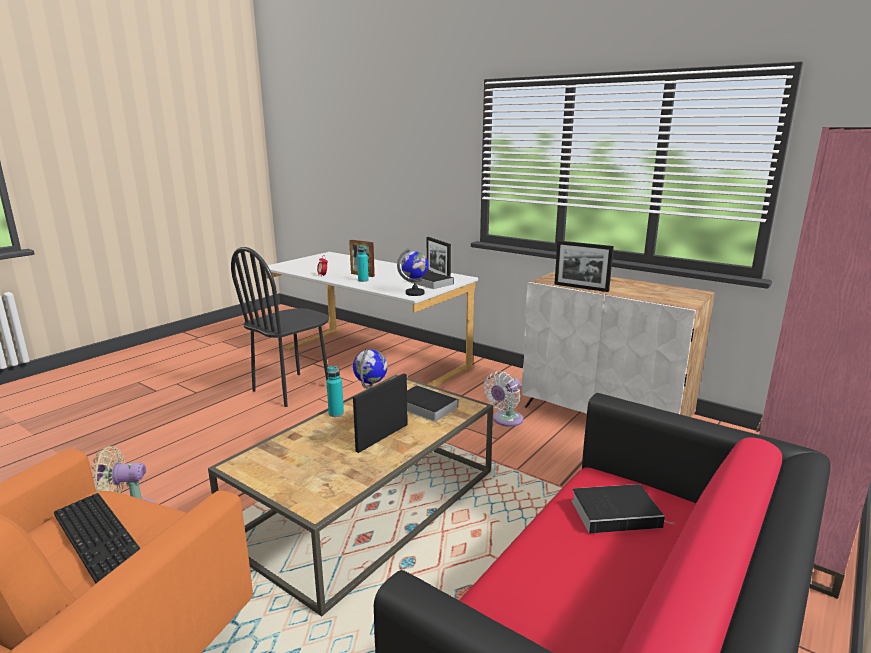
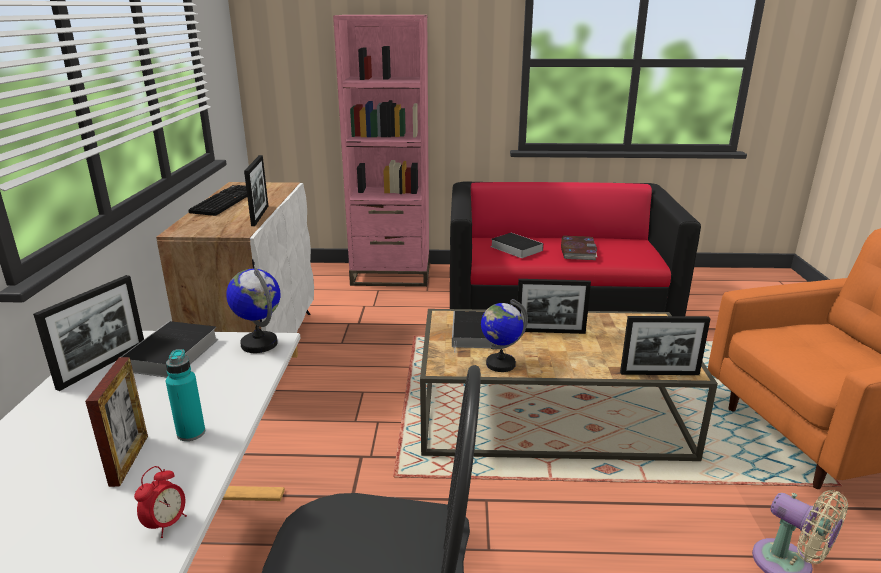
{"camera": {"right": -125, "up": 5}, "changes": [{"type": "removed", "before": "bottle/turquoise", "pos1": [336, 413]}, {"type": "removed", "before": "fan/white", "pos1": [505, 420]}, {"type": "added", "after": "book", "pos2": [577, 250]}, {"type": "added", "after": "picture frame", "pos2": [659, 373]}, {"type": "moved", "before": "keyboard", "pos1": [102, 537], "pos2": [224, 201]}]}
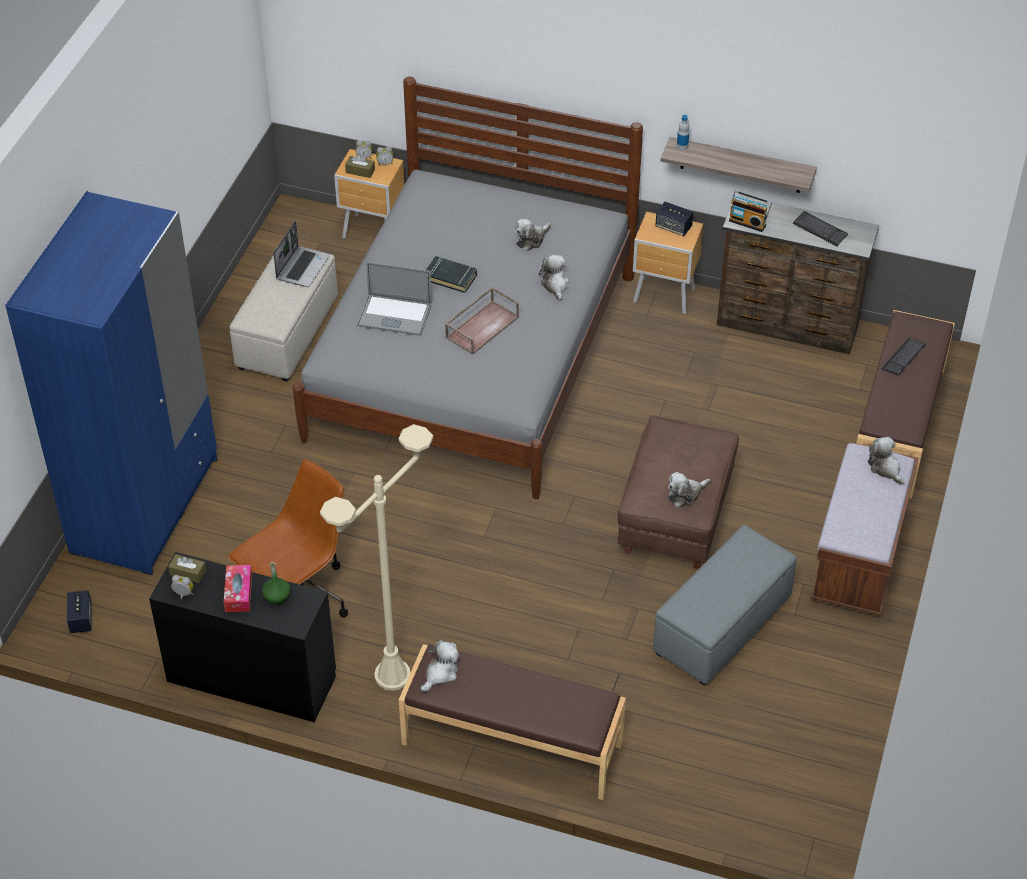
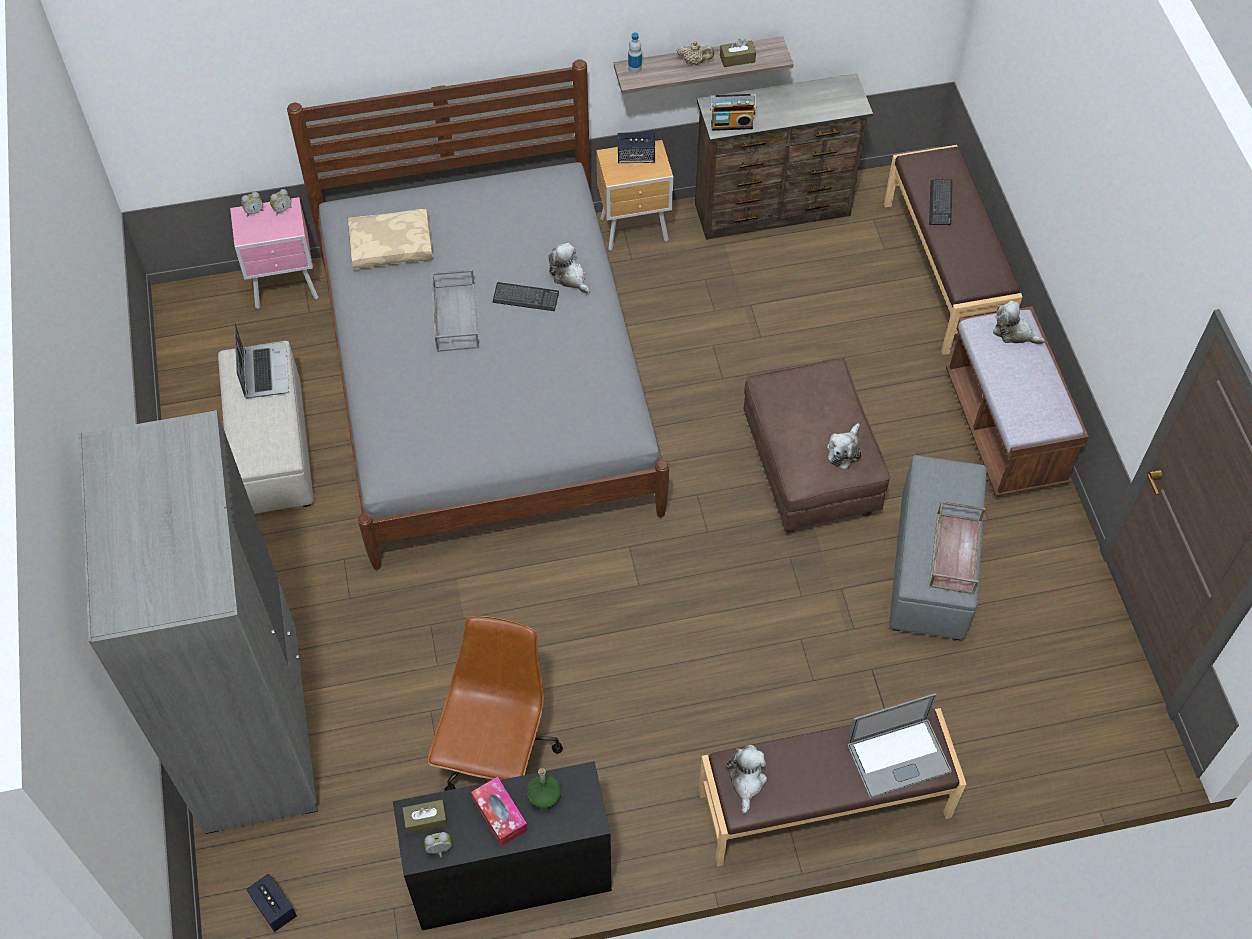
{"camera": {"right": -30, "up": 10}, "changes": [{"type": "removed", "before": "floor lamp/beige", "pos1": [392, 675]}, {"type": "removed", "before": "plush toy", "pos1": [531, 240]}, {"type": "added", "after": "pillow/beige", "pos2": [392, 245]}, {"type": "added", "after": "teapot/beige", "pos2": [694, 62]}, {"type": "moved", "before": "tissue box/brown", "pos1": [360, 171], "pos2": [737, 59]}, {"type": "moved", "before": "laptop", "pos1": [394, 315], "pos2": [898, 757]}, {"type": "moved", "before": "tray/brown", "pos1": [482, 326], "pos2": [954, 552]}, {"type": "moved", "before": "keyboard", "pos1": [820, 230], "pos2": [526, 298]}, {"type": "replaced", "before": "book/black", "after": "tray/grey", "pos1": [450, 277], "pos2": [454, 316]}, {"type": "recoloured", "before": "wardrobe/blue", "after": "wardrobe/grey", "pos1": [145, 505], "pos2": [253, 731]}, {"type": "recoloured", "before": "nightstand/brown", "after": "nightstand/pink", "pos1": [374, 233], "pos2": [286, 287]}]}
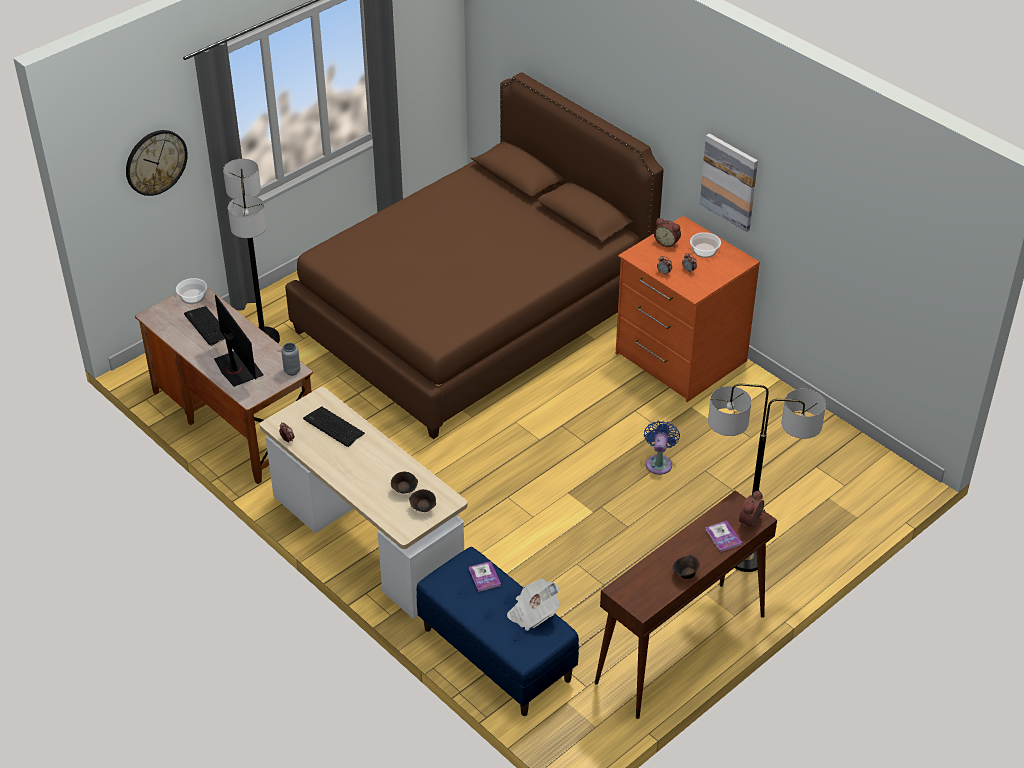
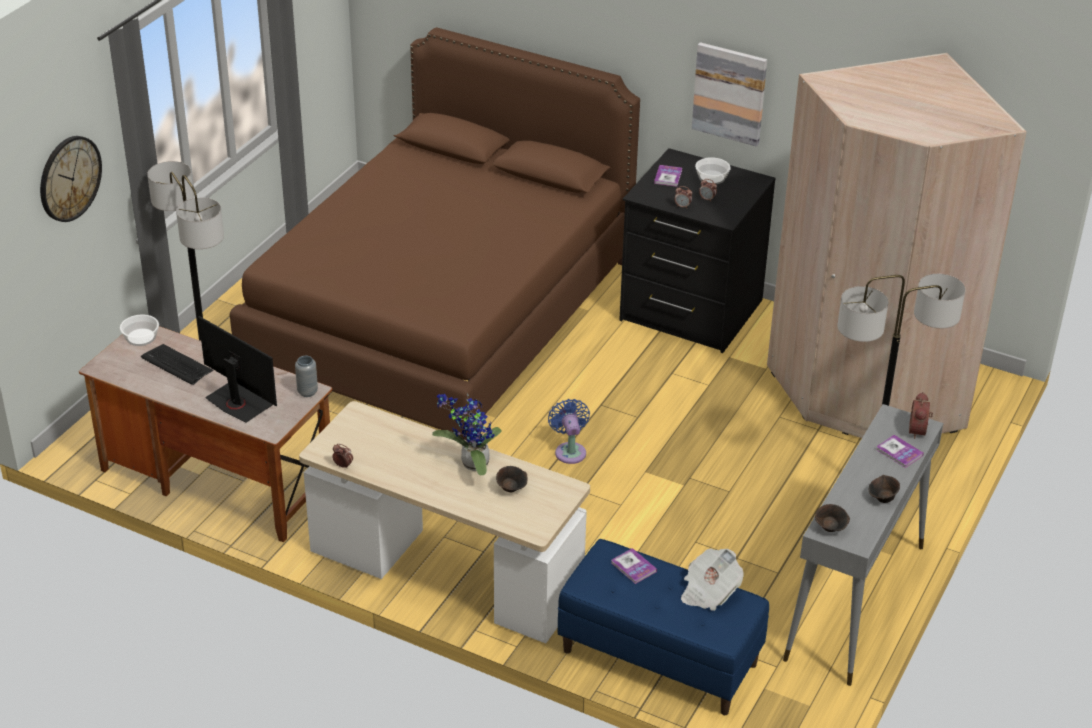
{"camera": {"right": -20, "up": -5}, "changes": [{"type": "removed", "before": "keyboard", "pos1": [333, 427]}, {"type": "added", "after": "potted plant", "pos2": [471, 464]}, {"type": "added", "after": "wardrobe/beige", "pos2": [867, 394]}, {"type": "moved", "before": "bowl/brown", "pos1": [423, 508], "pos2": [831, 528]}, {"type": "moved", "before": "fan/blue", "pos1": [659, 462], "pos2": [570, 451]}, {"type": "replaced", "before": "alarm clock", "after": "book", "pos1": [667, 242], "pos2": [668, 176]}, {"type": "recoloured", "before": "console table/brown", "after": "console table/grey", "pos1": [680, 649], "pos2": [855, 603]}, {"type": "recoloured", "before": "dresser/orange", "after": "dresser/black", "pos1": [679, 358], "pos2": [690, 311]}]}
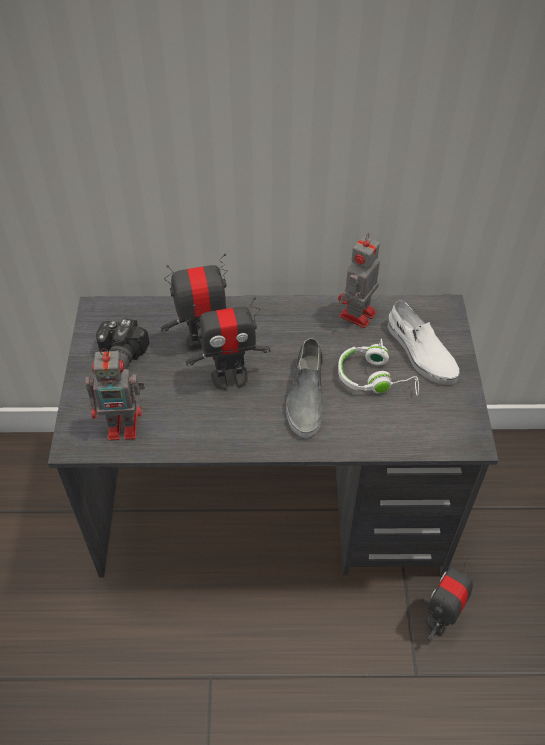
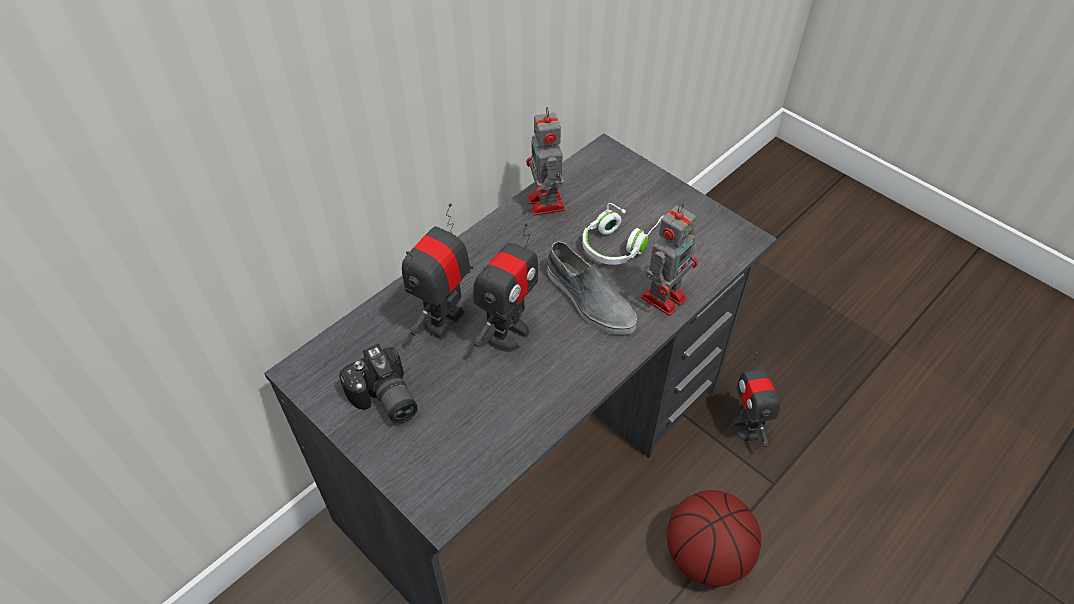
{"camera": {"right": -45, "up": 0}, "changes": [{"type": "removed", "before": "shoe/white", "pos1": [420, 352]}, {"type": "added", "after": "basketball", "pos2": [707, 555]}, {"type": "moved", "before": "toy robot", "pos1": [125, 426], "pos2": [665, 296]}]}
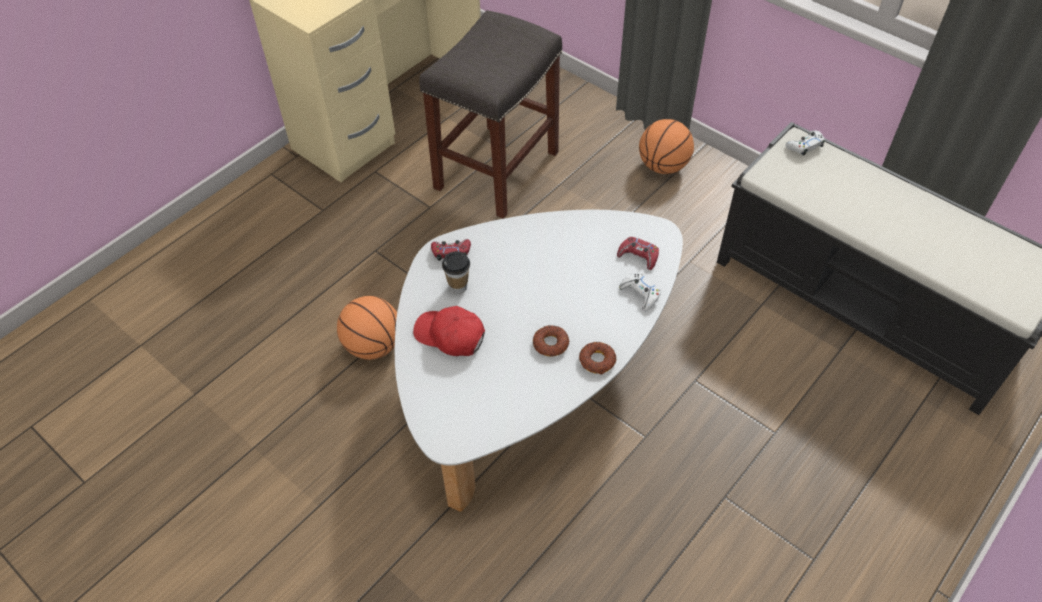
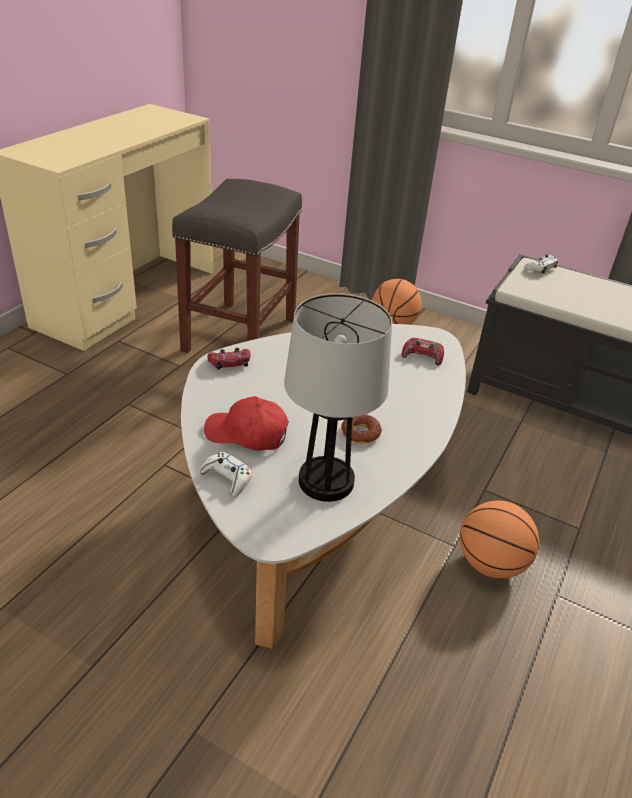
{"camera": {"right": -15, "up": -15}, "changes": [{"type": "removed", "before": "cup", "pos1": [458, 287]}, {"type": "removed", "before": "donut", "pos1": [597, 360]}, {"type": "added", "after": "table lamp", "pos2": [327, 481]}, {"type": "moved", "before": "basketball", "pos1": [373, 346], "pos2": [490, 564]}, {"type": "moved", "before": "game controller/white", "pos1": [640, 294], "pos2": [227, 478]}]}
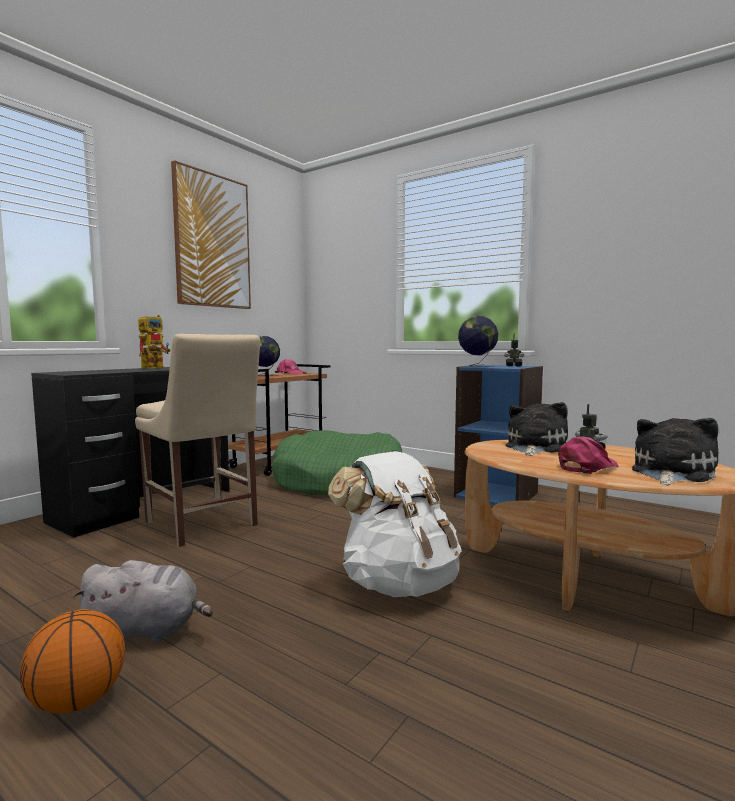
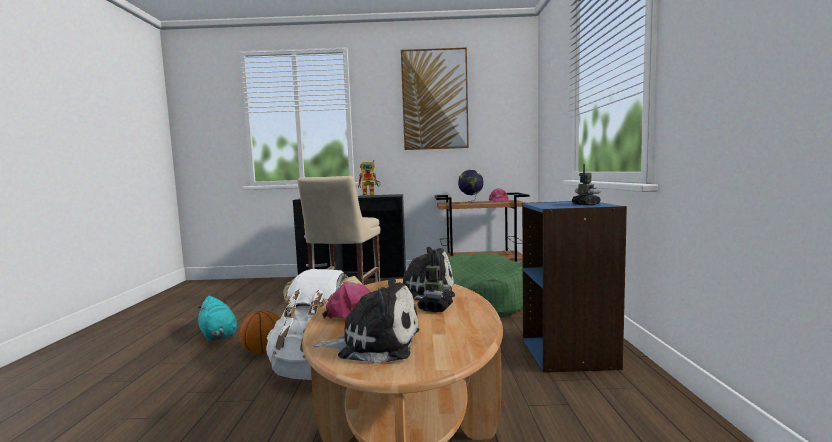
{"camera": {"right": 55, "up": 0}, "changes": [{"type": "removed", "before": "globe", "pos1": [477, 366]}, {"type": "moved", "before": "basketball", "pos1": [77, 701], "pos2": [263, 352]}, {"type": "recoloured", "before": "plush toy/grey", "after": "plush toy/turquoise", "pos1": [146, 631], "pos2": [218, 336]}]}
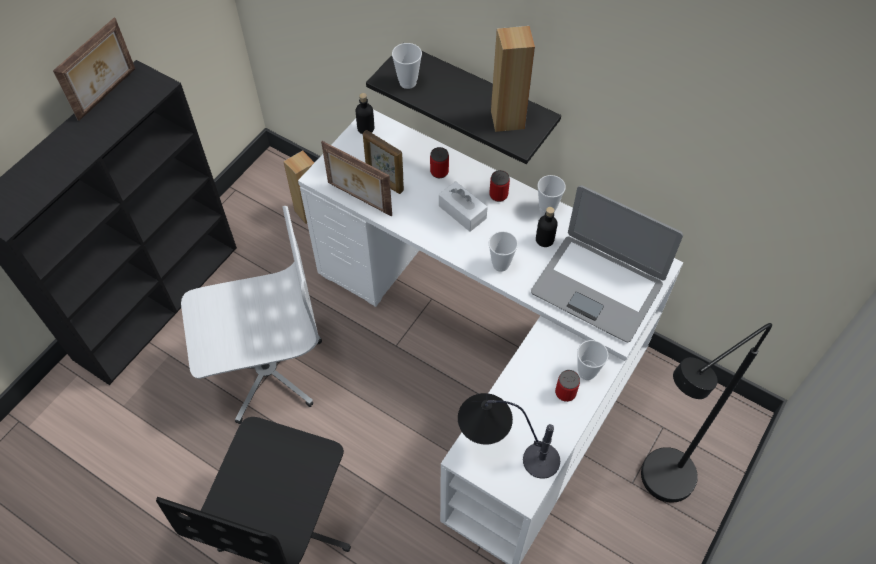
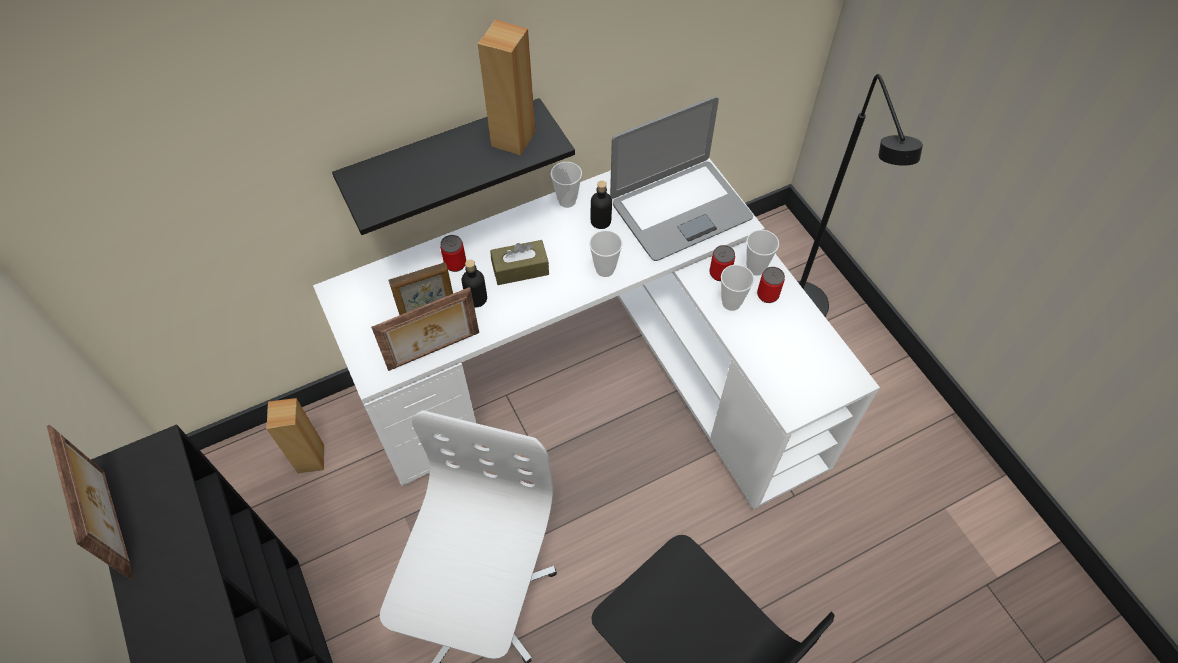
{"camera": {"right": -60, "up": 0}, "changes": [{"type": "removed", "before": "table lamp", "pos1": [503, 451]}, {"type": "moved", "before": "bottle/black", "pos1": [366, 128], "pos2": [476, 298]}, {"type": "moved", "before": "cup", "pos1": [408, 82], "pos2": [731, 303]}, {"type": "moved", "before": "can", "pos1": [498, 195], "pos2": [720, 273]}, {"type": "recoloured", "before": "tissue box/white", "after": "tissue box/brown", "pos1": [462, 212], "pos2": [520, 269]}]}
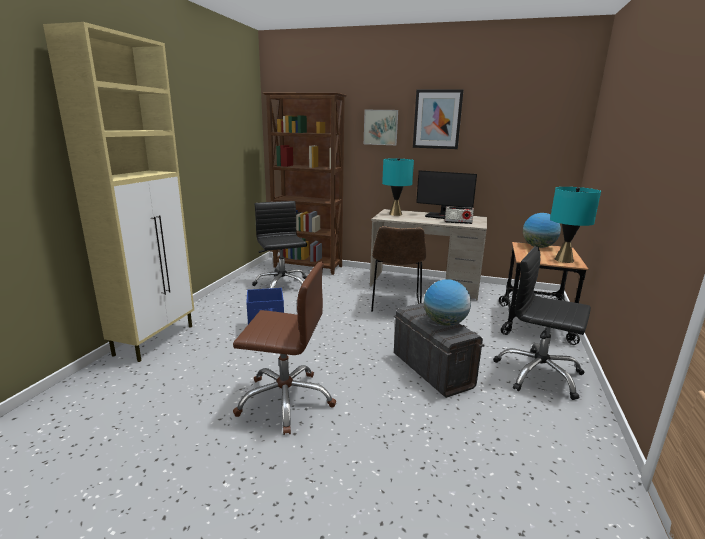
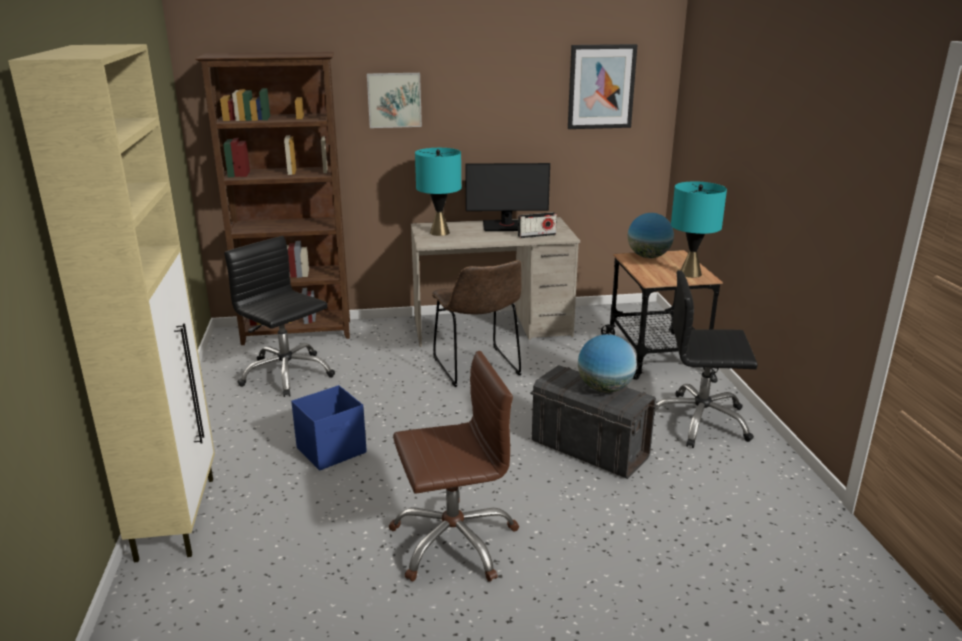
{"camera": {"right": -25, "up": 5}, "changes": [{"type": "moved", "before": "picture", "pos1": [437, 119], "pos2": [601, 87]}]}
